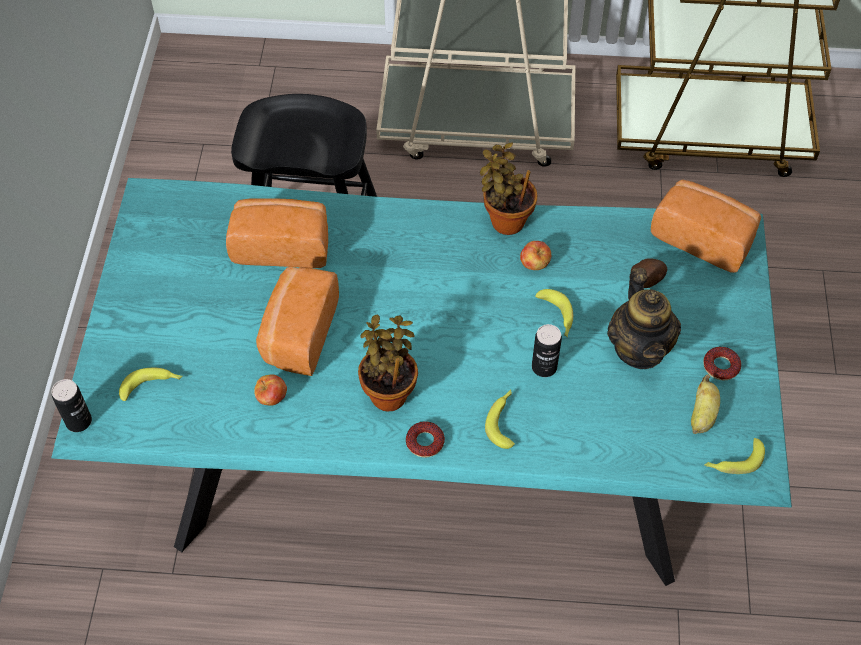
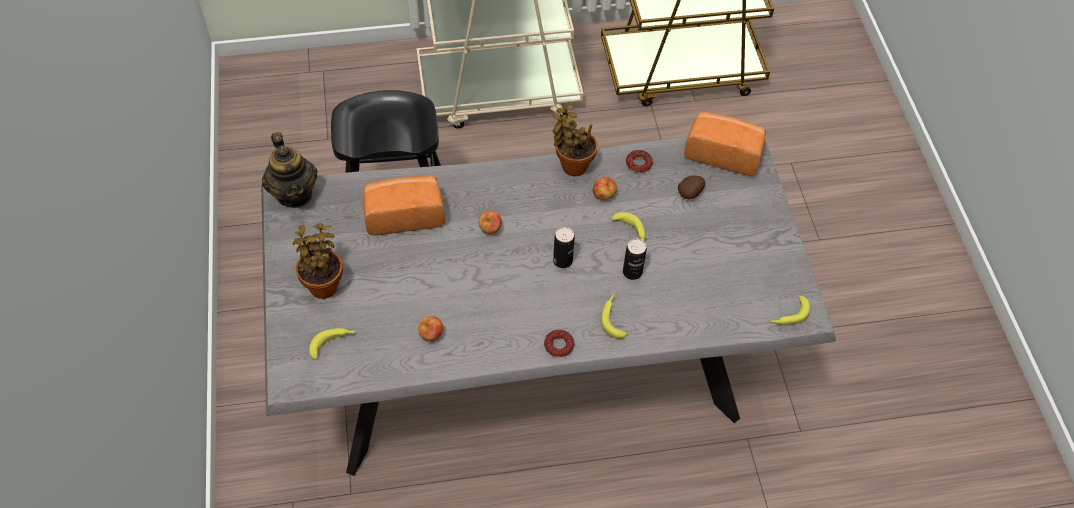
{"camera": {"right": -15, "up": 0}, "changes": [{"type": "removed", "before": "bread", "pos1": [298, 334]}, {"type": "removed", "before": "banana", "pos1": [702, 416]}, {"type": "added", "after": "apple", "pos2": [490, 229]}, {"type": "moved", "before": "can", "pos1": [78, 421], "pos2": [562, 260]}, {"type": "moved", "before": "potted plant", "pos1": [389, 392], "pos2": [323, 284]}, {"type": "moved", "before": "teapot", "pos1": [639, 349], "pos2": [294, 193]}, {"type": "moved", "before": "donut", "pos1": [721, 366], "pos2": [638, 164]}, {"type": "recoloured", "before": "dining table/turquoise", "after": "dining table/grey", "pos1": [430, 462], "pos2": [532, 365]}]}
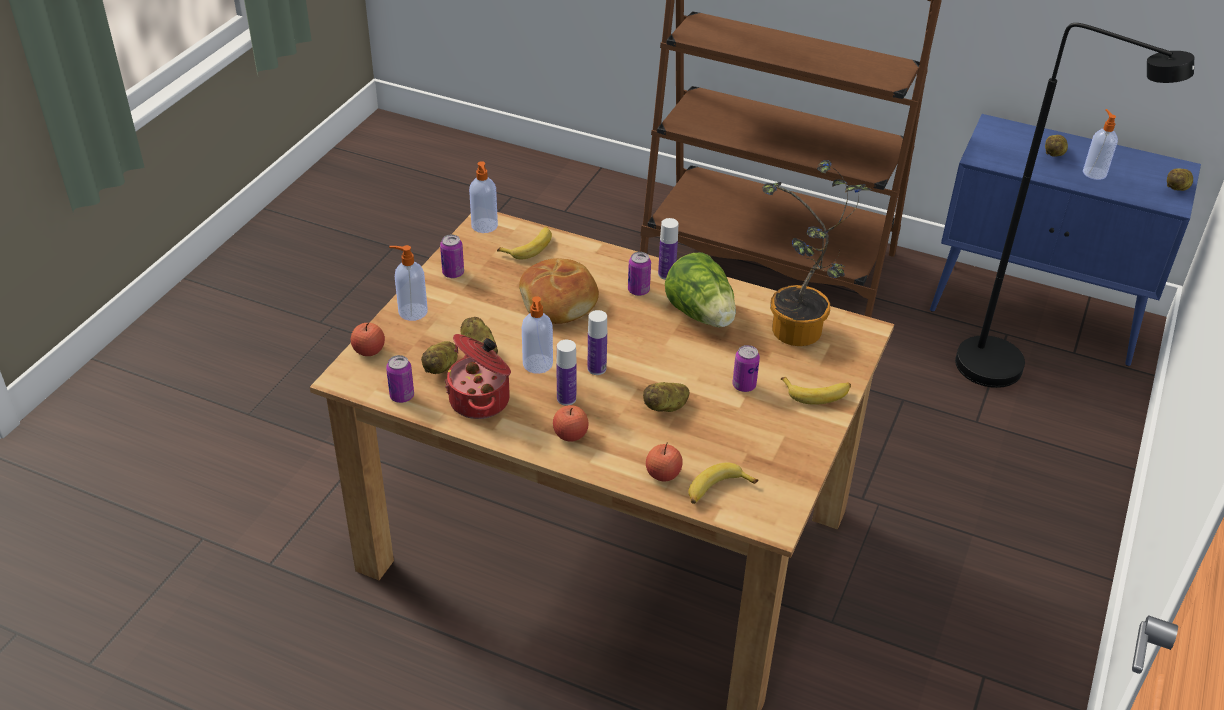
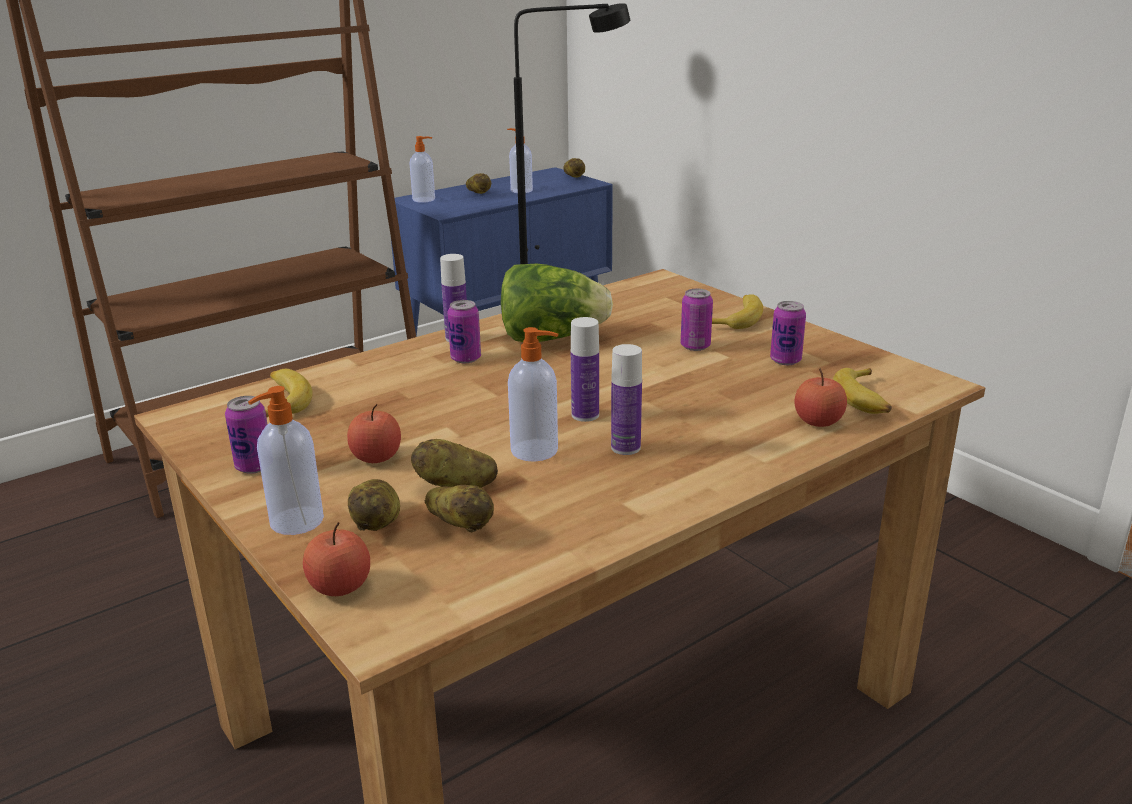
{"camera": {"right": -60, "up": -15}, "changes": [{"type": "removed", "before": "cooking pot", "pos1": [481, 400]}, {"type": "removed", "before": "bread", "pos1": [559, 301]}, {"type": "removed", "before": "potted plant", "pos1": [798, 336]}, {"type": "moved", "before": "can", "pos1": [402, 396], "pos2": [785, 360]}, {"type": "moved", "before": "soap dispenser", "pos1": [484, 226], "pos2": [424, 199]}, {"type": "moved", "before": "apple", "pos1": [570, 434], "pos2": [376, 457]}, {"type": "moved", "before": "potato", "pos1": [666, 407], "pos2": [378, 523]}]}
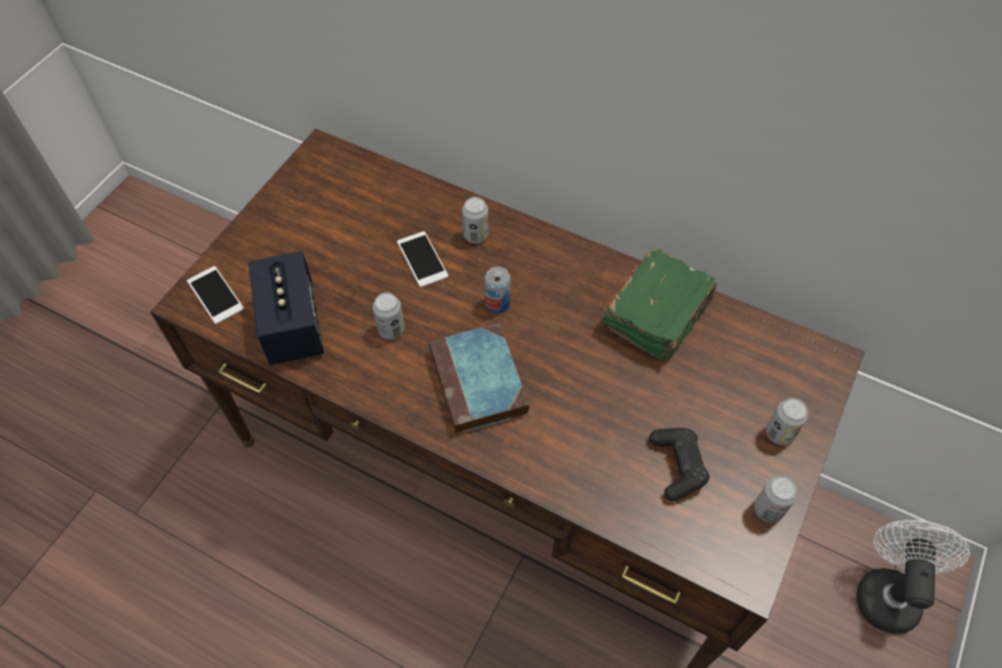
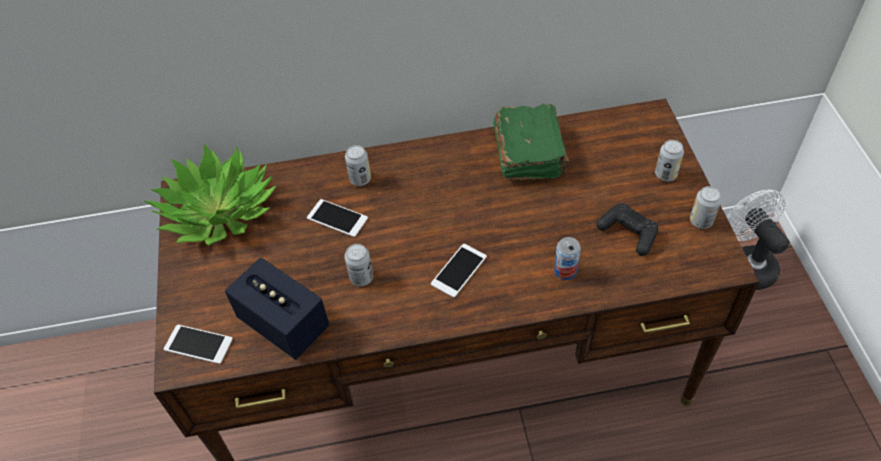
{"camera": {"right": -35, "up": -5}, "changes": [{"type": "added", "after": "potted plant", "pos2": [219, 212]}, {"type": "moved", "before": "can", "pos1": [497, 303], "pos2": [565, 271]}, {"type": "replaced", "before": "book", "after": "phone", "pos1": [480, 384], "pos2": [459, 270]}]}
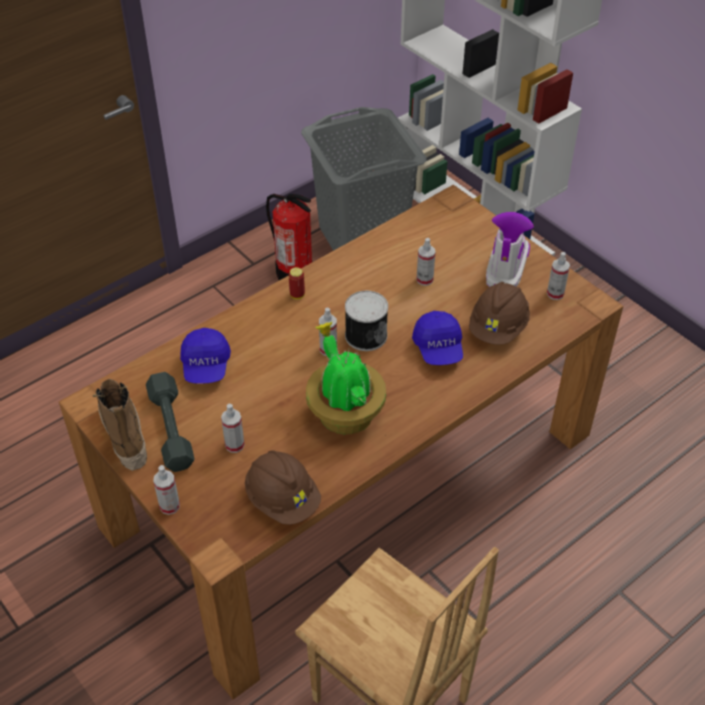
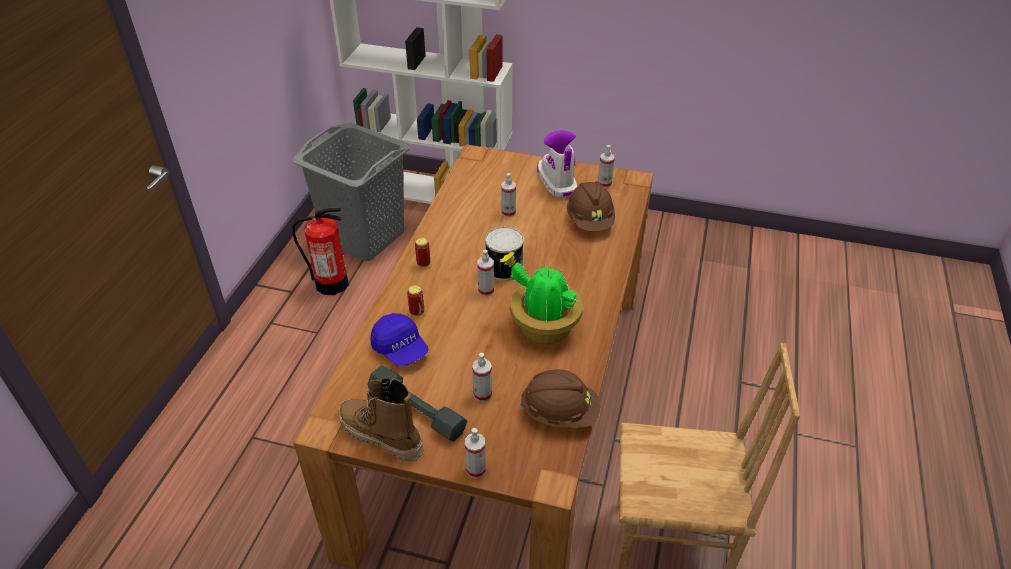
{"camera": {"right": -35, "up": -5}, "changes": [{"type": "removed", "before": "cap/blue", "pos1": [438, 348]}, {"type": "added", "after": "can", "pos2": [417, 312]}]}
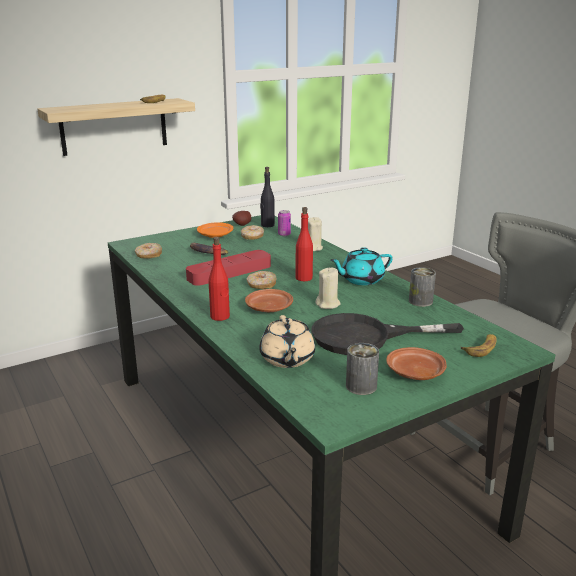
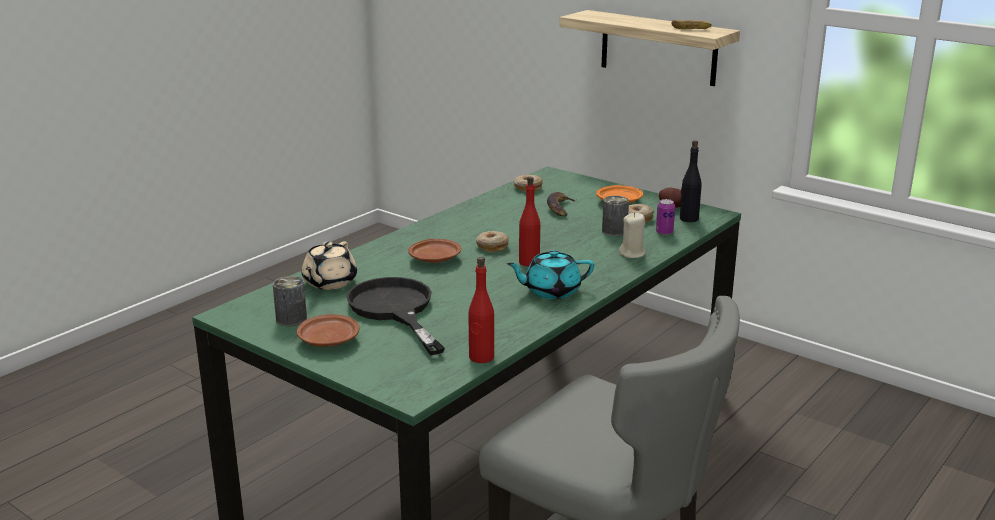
{"camera": {"right": 70, "up": 0}, "changes": [{"type": "removed", "before": "tray/red", "pos1": [229, 272]}, {"type": "removed", "before": "candle/beige", "pos1": [328, 304]}, {"type": "removed", "before": "banana", "pos1": [481, 348]}, {"type": "moved", "before": "bottle/red", "pos1": [220, 316], "pos2": [481, 357]}, {"type": "moved", "before": "can", "pos1": [420, 301], "pos2": [614, 231]}, {"type": "turned", "before": "teapot/beige", "pos1": [287, 359], "pos2": [329, 283], "turn": -45}, {"type": "turned", "before": "teapot/turquoise", "pos1": [361, 280], "pos2": [551, 291], "turn": -60}]}
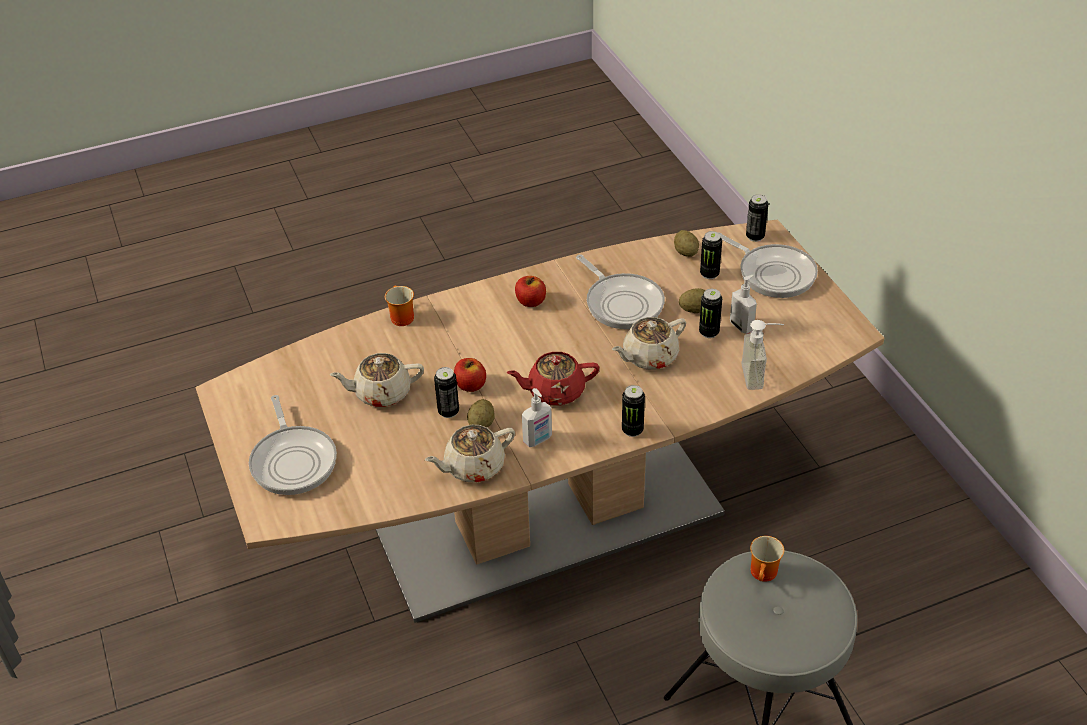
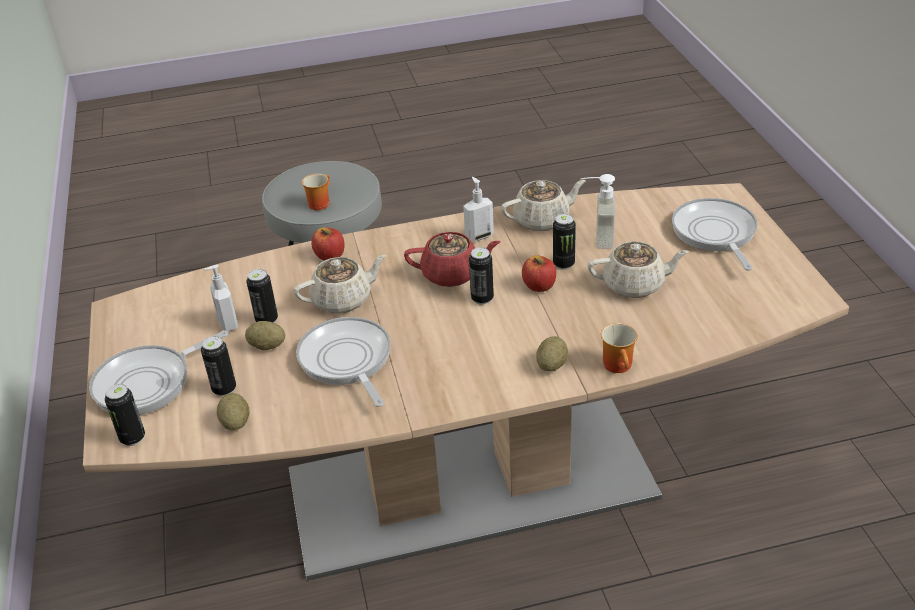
{"camera": {"right": -170, "up": -5}, "changes": [{"type": "moved", "before": "potato", "pos1": [481, 424], "pos2": [551, 365]}, {"type": "moved", "before": "apple", "pos1": [530, 301], "pos2": [330, 256]}, {"type": "moved", "before": "can", "pos1": [632, 430], "pos2": [482, 298]}, {"type": "moved", "before": "soap dispenser", "pos1": [760, 376], "pos2": [596, 238]}, {"type": "turned", "before": "frying pan", "pos1": [773, 273], "pos2": [148, 383], "turn": -90}]}
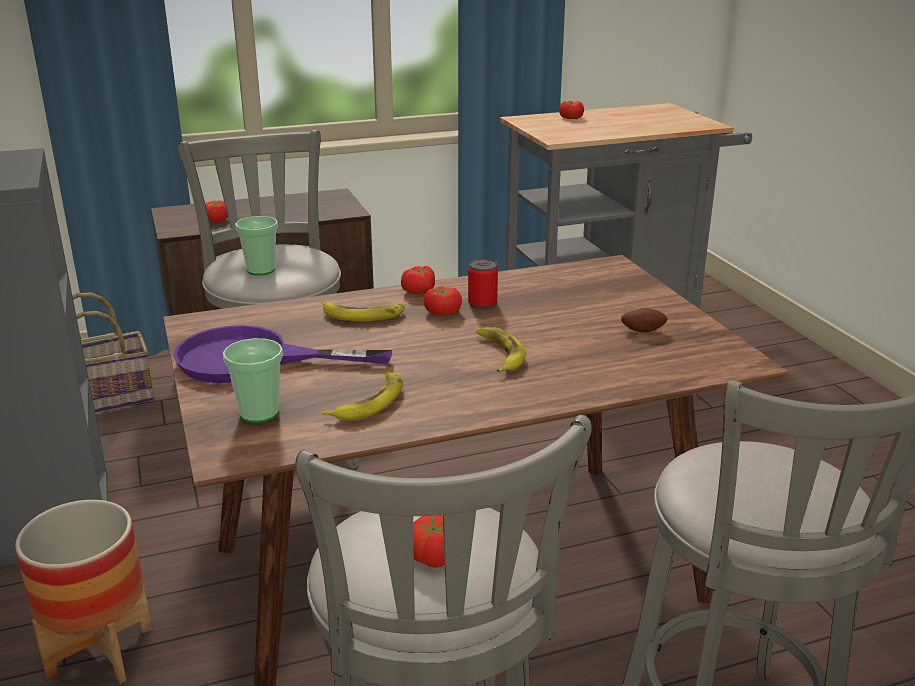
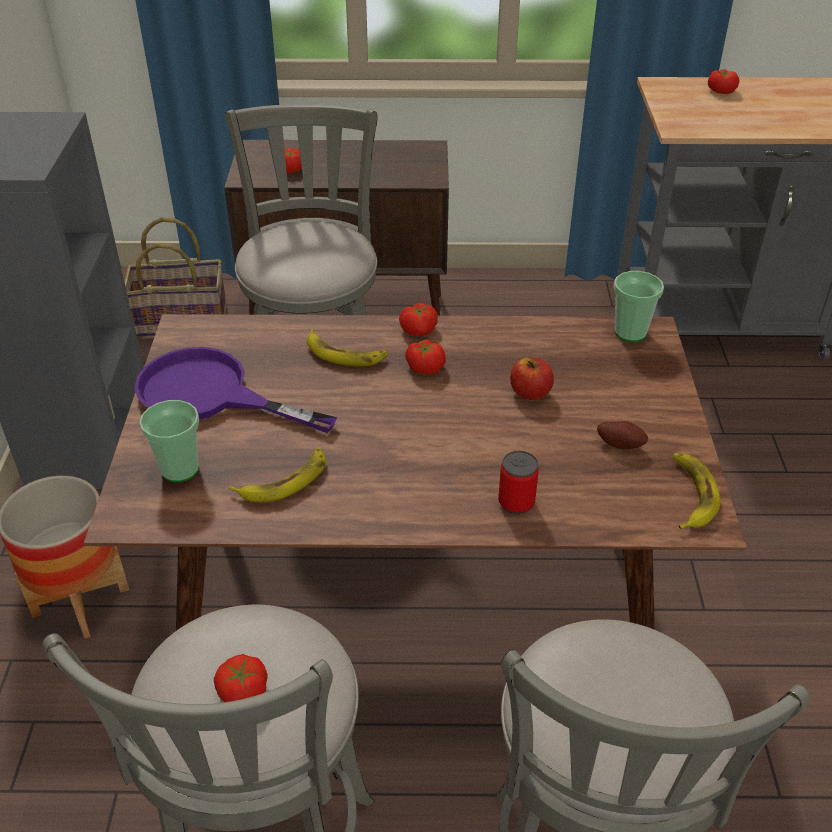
{"camera": {"right": 20, "up": 15}, "changes": [{"type": "added", "after": "apple", "pos2": [530, 393]}, {"type": "moved", "before": "cup", "pos1": [261, 270], "pos2": [630, 332]}, {"type": "moved", "before": "can", "pos1": [482, 304], "pos2": [516, 502]}, {"type": "moved", "before": "banana", "pos1": [499, 354], "pos2": [690, 495]}]}
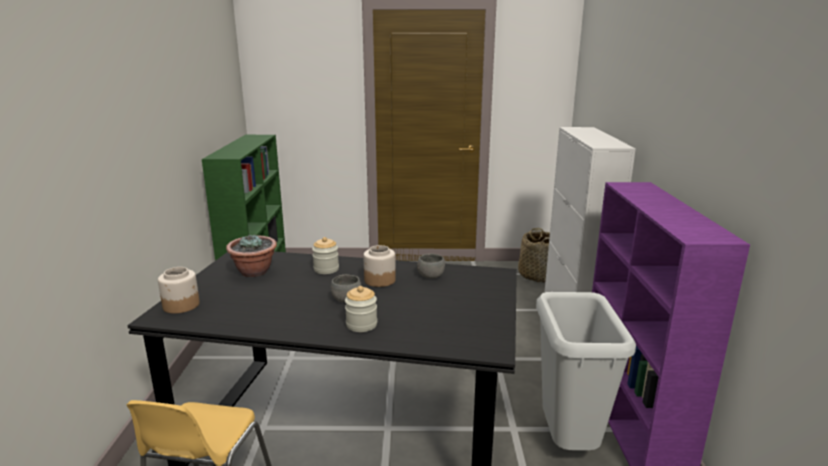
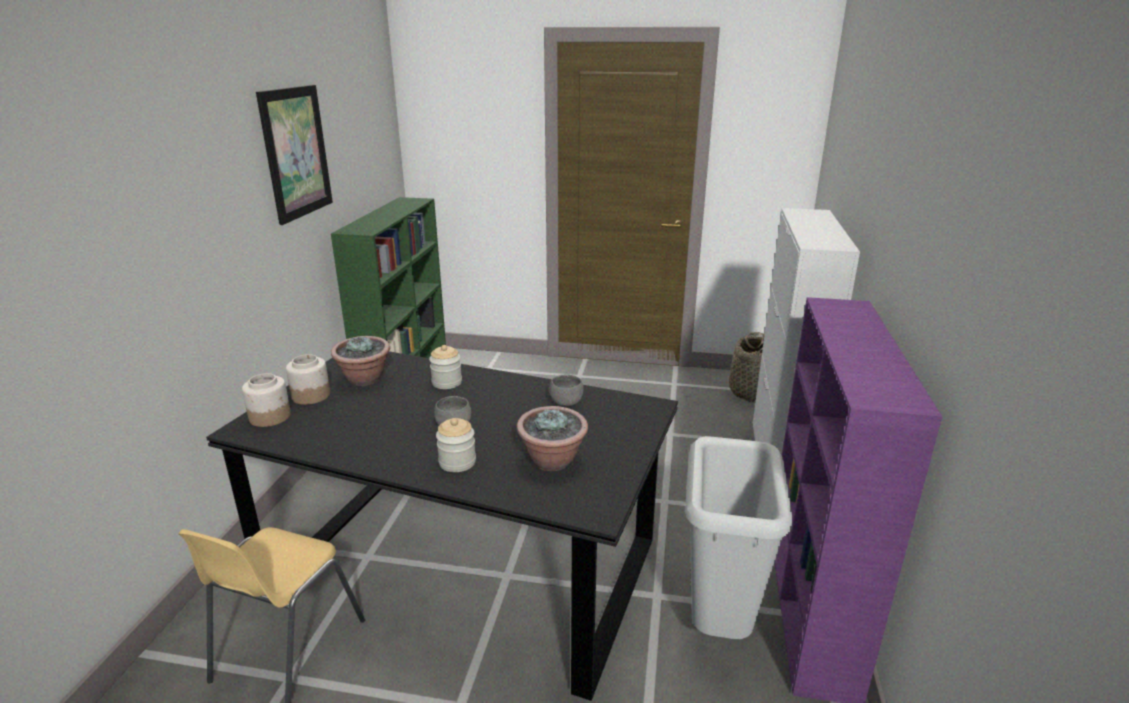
{"camera": {"right": 10, "up": 5}, "changes": [{"type": "added", "after": "picture", "pos2": [296, 152]}, {"type": "added", "after": "potted plant", "pos2": [553, 461]}, {"type": "moved", "before": "jar", "pos1": [379, 280], "pos2": [311, 395]}]}
